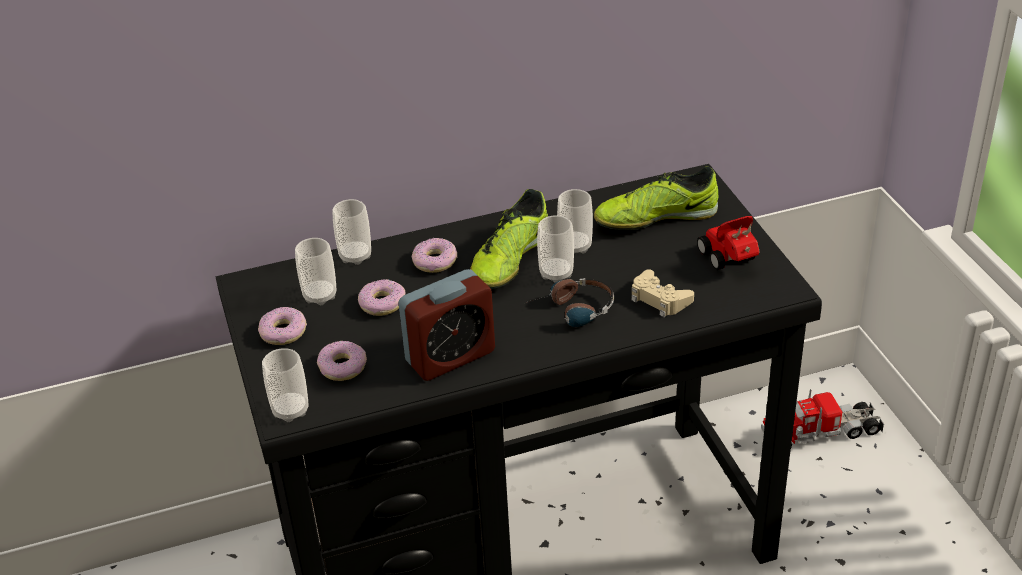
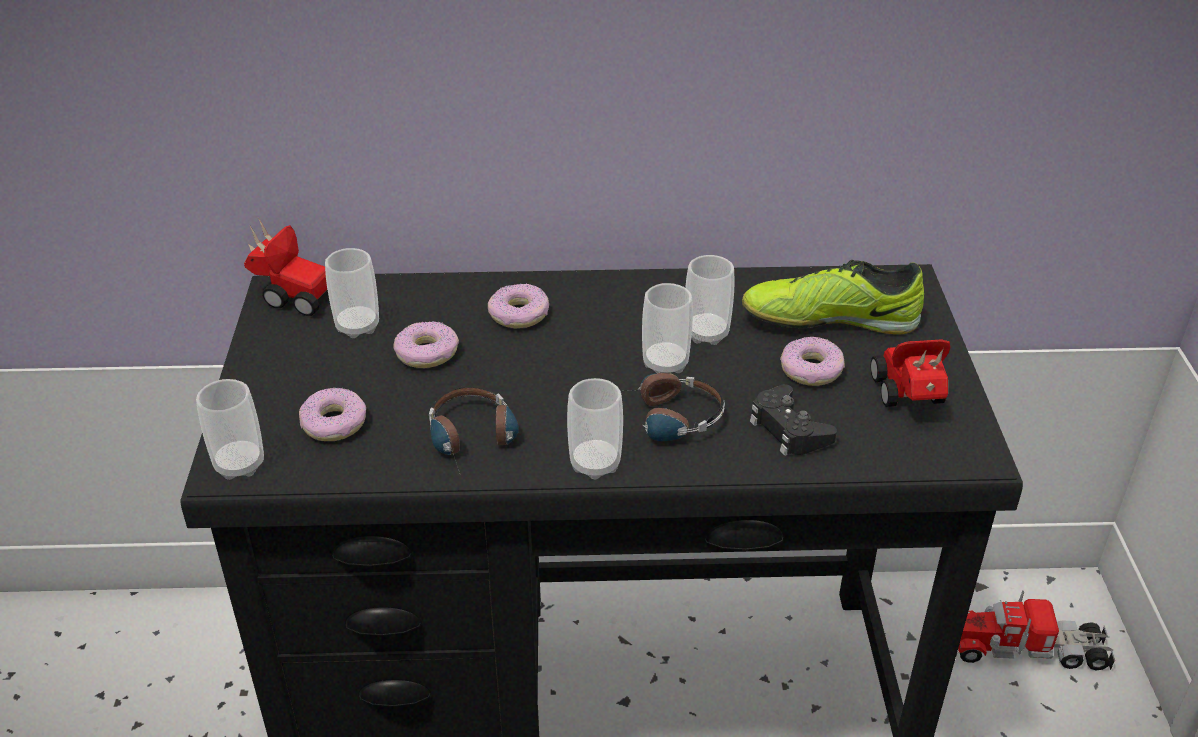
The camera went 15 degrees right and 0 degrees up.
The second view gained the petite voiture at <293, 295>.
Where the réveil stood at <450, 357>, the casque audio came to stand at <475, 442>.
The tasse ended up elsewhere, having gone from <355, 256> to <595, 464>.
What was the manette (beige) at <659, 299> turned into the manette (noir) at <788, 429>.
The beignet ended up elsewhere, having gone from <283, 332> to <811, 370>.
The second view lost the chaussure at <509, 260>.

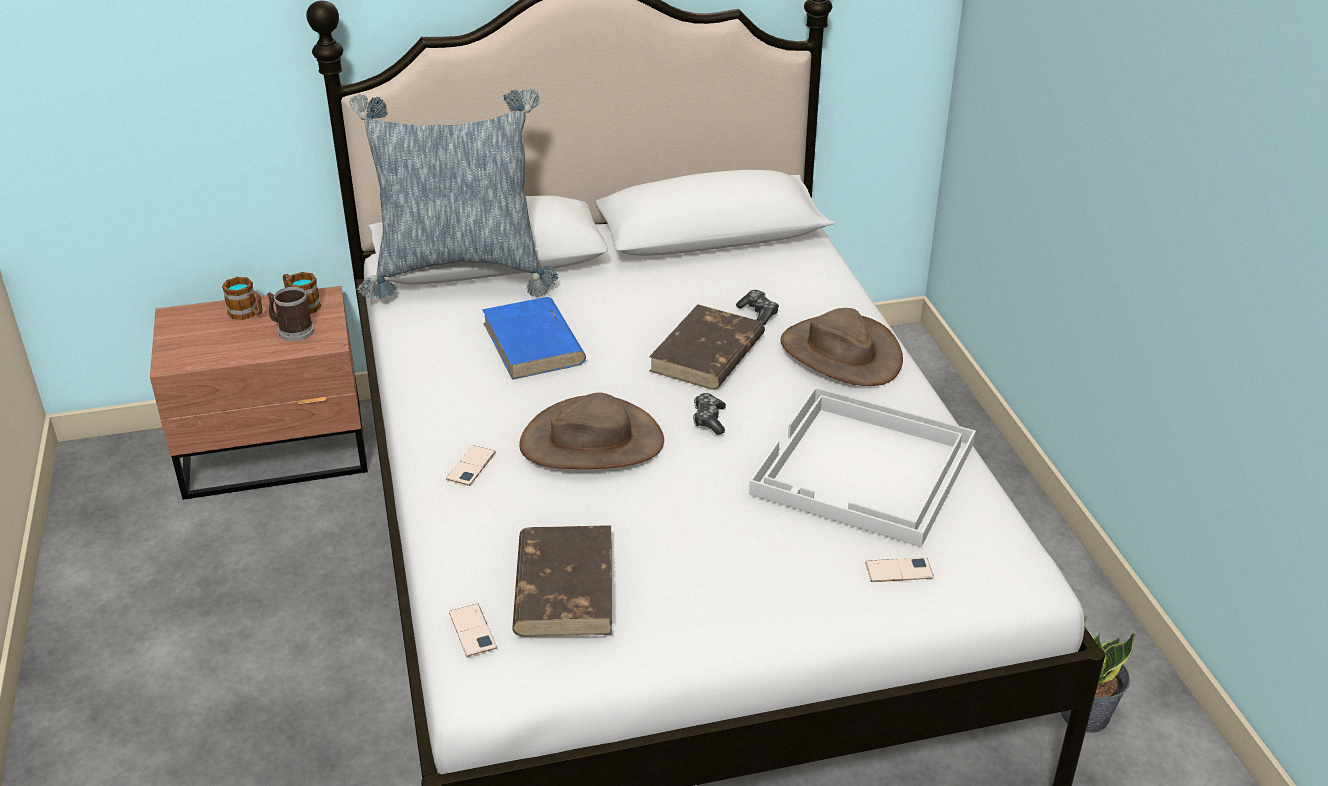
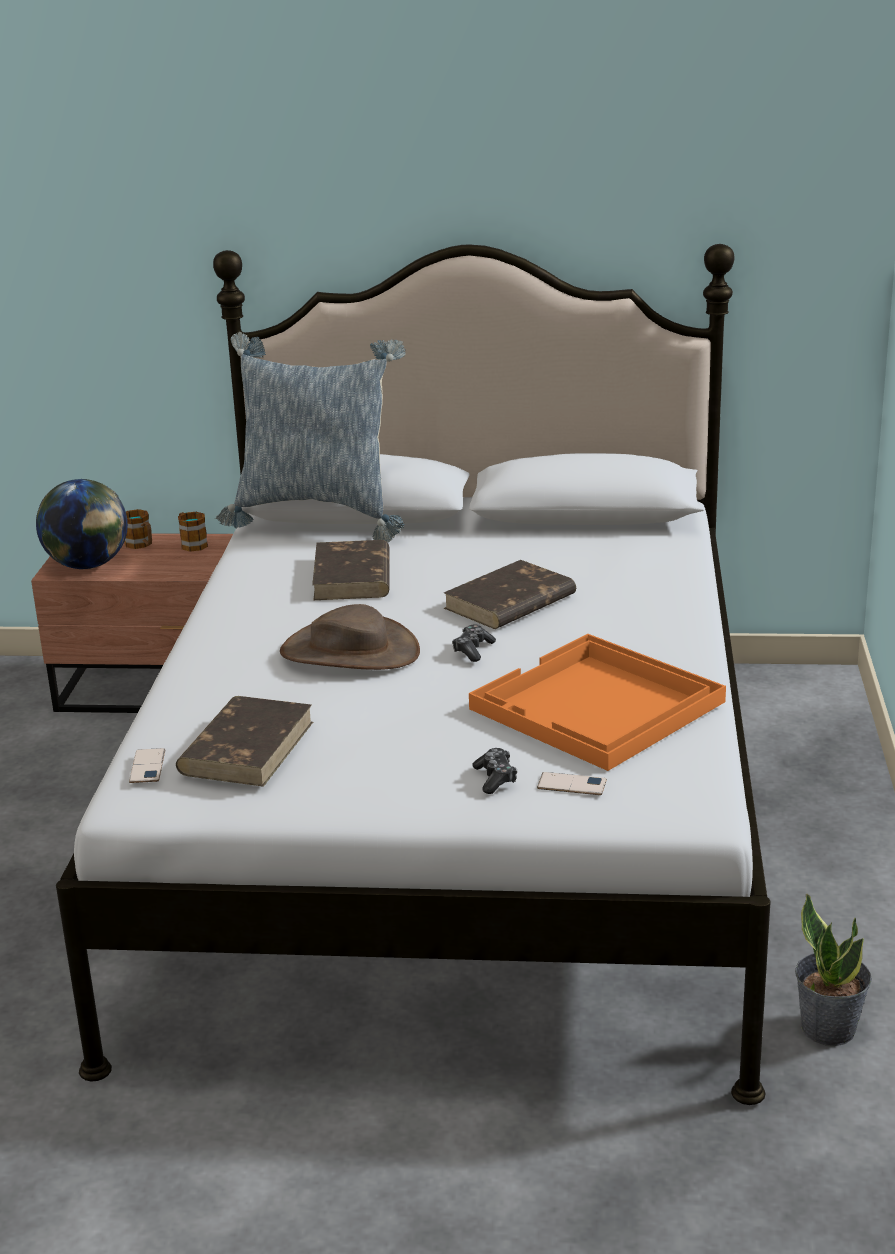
The camera went 20 degrees right and 10 degrees down.
The second view gained the globe at <88, 566>.
What was the livre (bleu) at <534, 344> turned into the livre (marron) at <352, 577>.
What was the plateau (blanc) at <865, 470> turned into the plateau (orange) at <597, 707>.
The manette ended up elsewhere, having gone from <758, 313> to <495, 778>.
The second view lost the mug at <292, 330>.
The second view lost the téléphone at <471, 466>.
The second view lost the chapeau (marron) at <840, 353>.

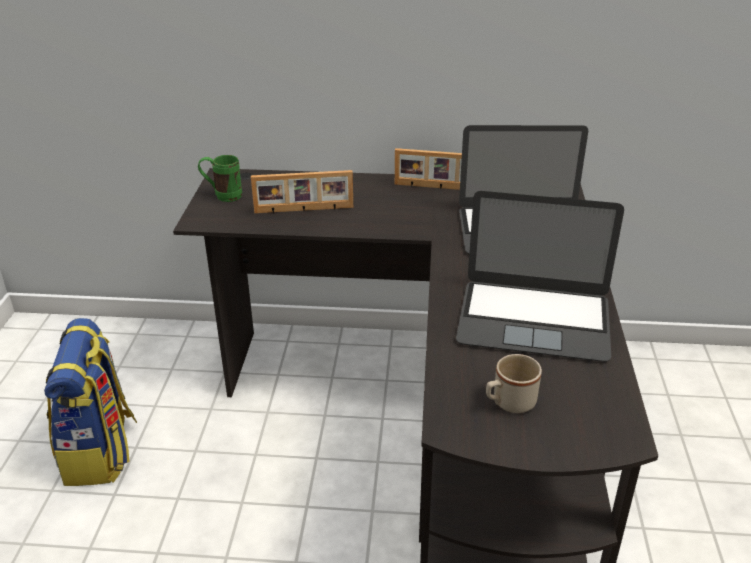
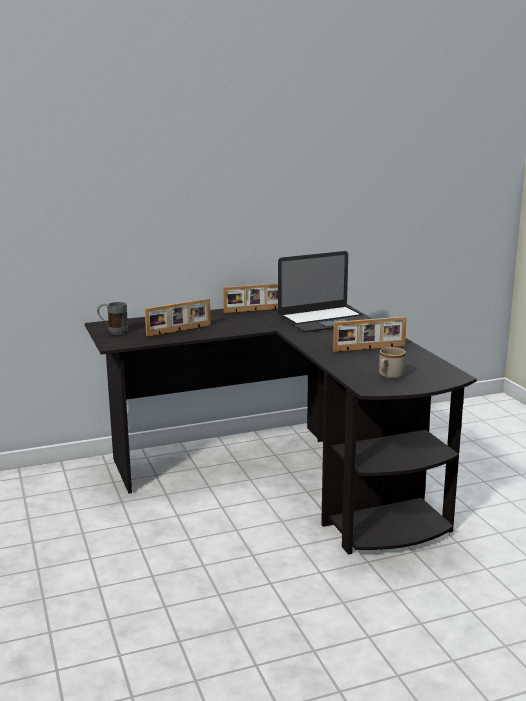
The camera went 25 degrees left and 15 degrees down.
What was the mug (vert) at <222, 196> turned into the mug (gris) at <113, 332>.
Where the ordinateur portable stood at <534, 319>, the cadre photo came to stand at <369, 348>.
The second view lost the sac à dos at <101, 452>.

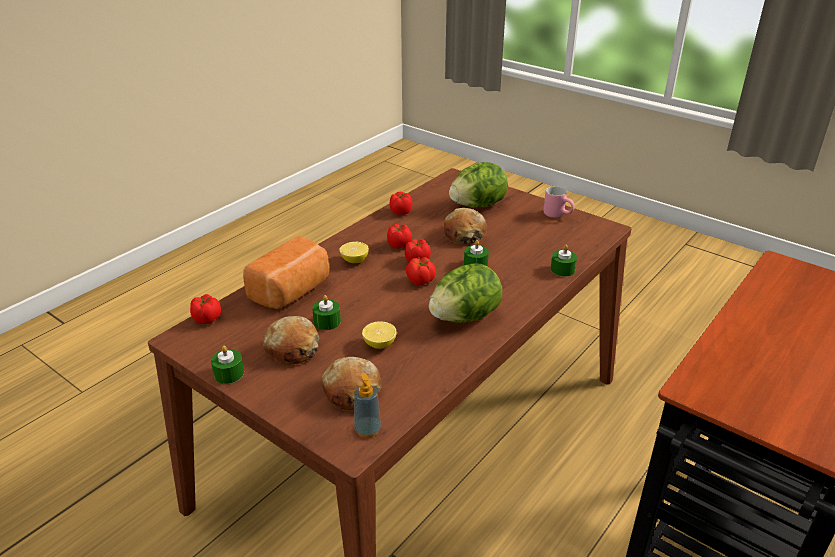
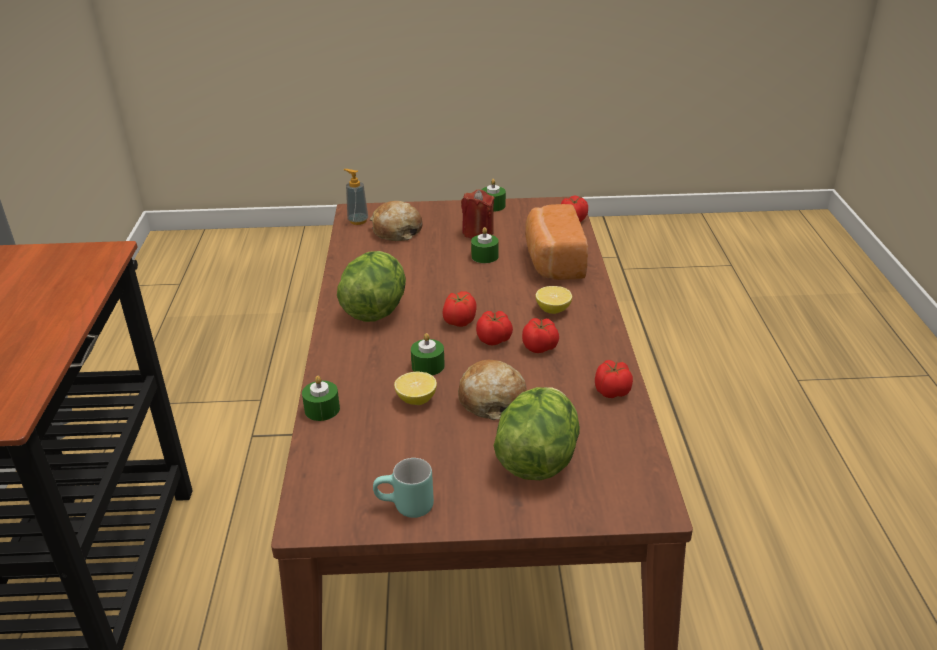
The camera went 140 degrees right and 0 degrees up.
What was the mug (rose) at <558, 215> turned into the mug (turquoise) at <405, 508>.
The citron ended up elsewhere, having gone from <379, 344> to <416, 399>.
Where the pain stood at <292, 349>, the bougie (rouge) came to stand at <478, 232>.

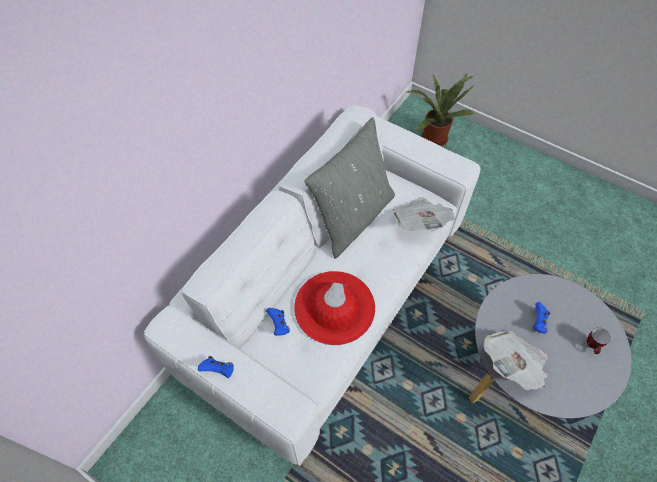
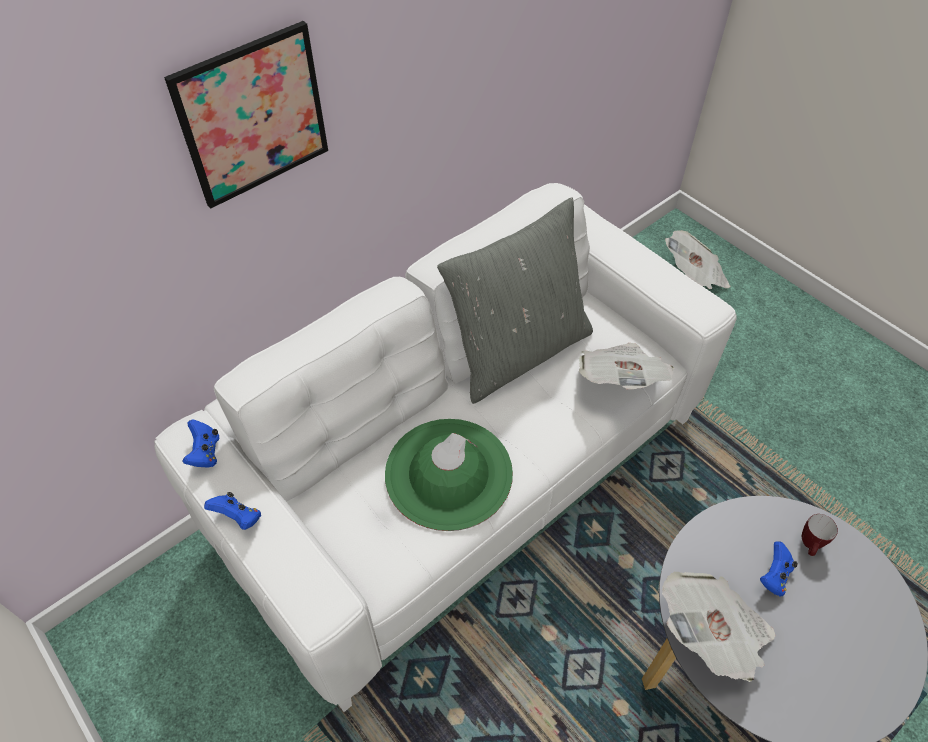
The camera went 15 degrees right and 5 degrees down.
The second view gained the tableau at <253, 116>.
The manette (bleu) ended up elsewhere, having gone from <279, 325> to <205, 452>.
What was the chapeau (rouge) at <334, 307> turned into the chapeau (vert) at <448, 473>.
Where the plante en pot stood at <433, 137>, the journal came to stand at <694, 275>.
The mug ended up elsewhere, having gone from <592, 346> to <809, 546>.

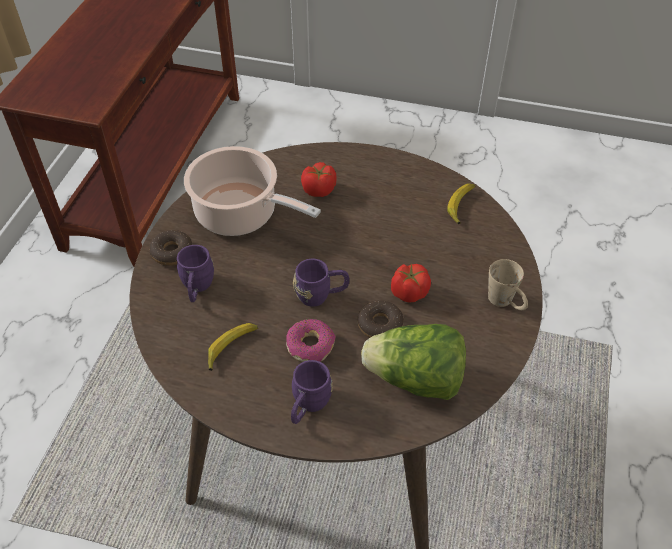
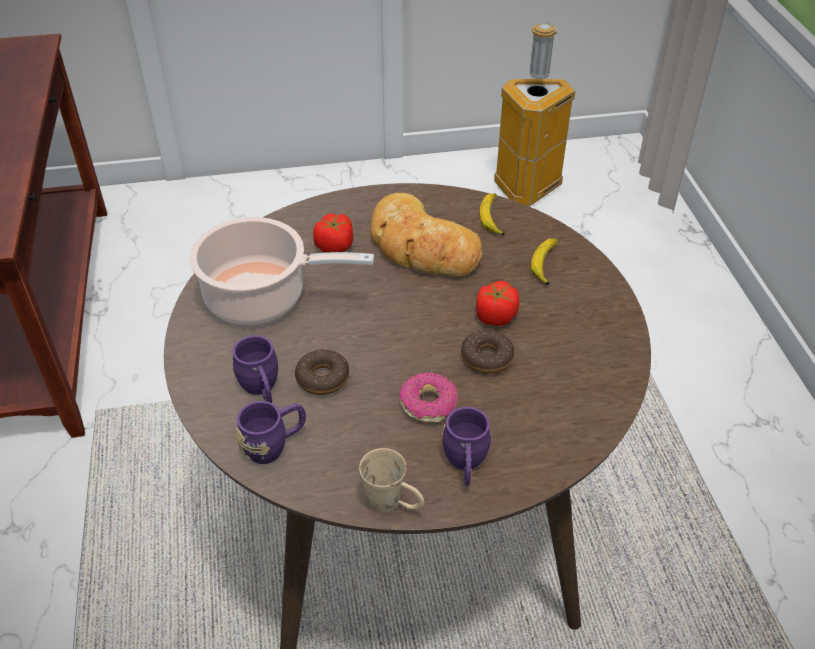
The camera went 25 degrees left and 5 degrees down.
The mug (violet) ended up elsewhere, having gone from <321, 295> to <274, 445>.
The beignet ended up elsewhere, having gone from <172, 252> to <322, 378>.
The mug (beige) ended up elsewhere, having gone from <506, 302> to <394, 504>.
The second view gained the pain at <421, 246>.
The second view gained the poubelle at <528, 189>.
The banane ended up elsewhere, having gone from <231, 347> to <546, 264>.
The second view lost the laitue at <415, 379>.

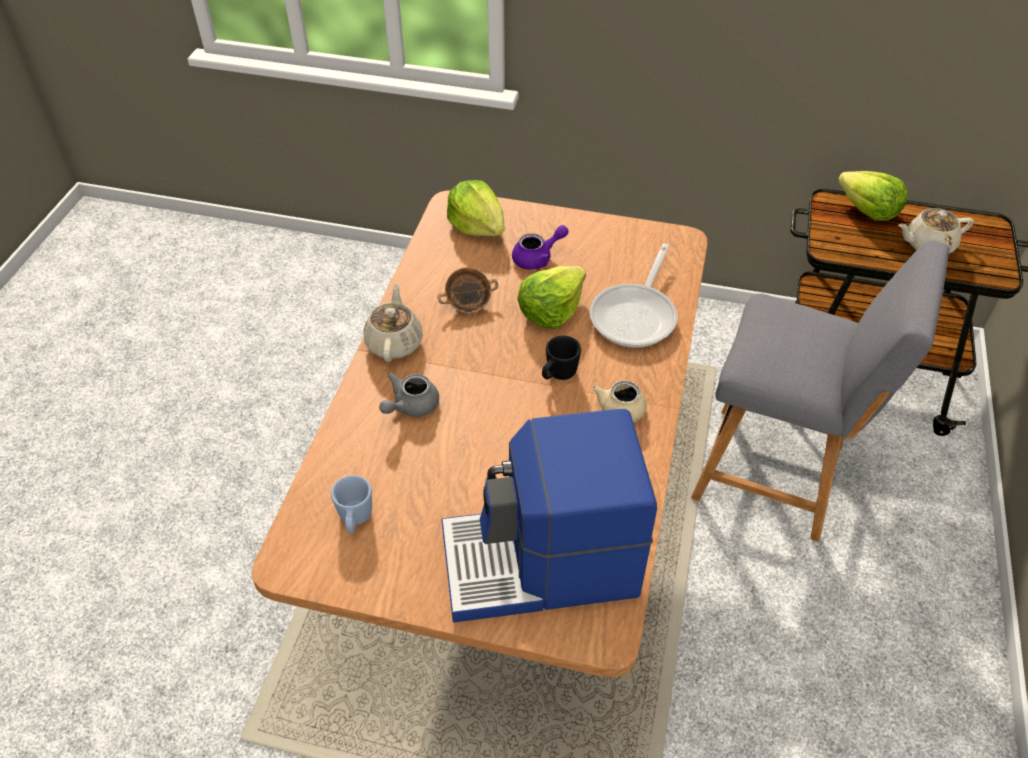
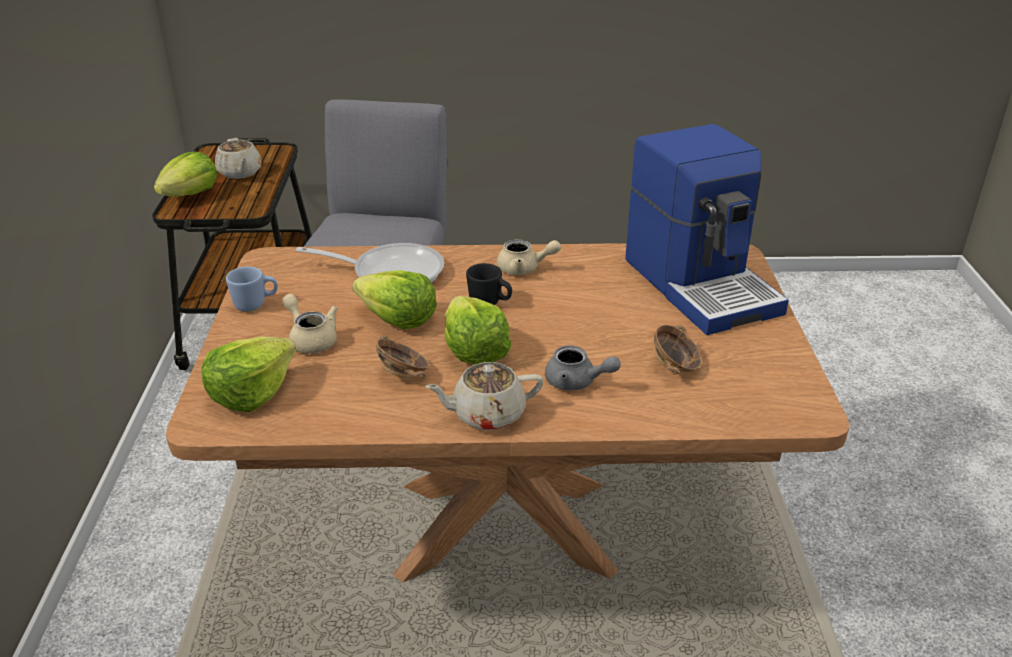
The camera went 105 degrees left and 15 degrees down.
The mug (bleu) ended up elsewhere, having gone from <355, 519> to <255, 304>.
What was the théière (violet) at <538, 258> turned into the théière (beige) at <311, 339>.
The second view gained the laitue at <474, 350>.
The second view gained the bol at <675, 366>.

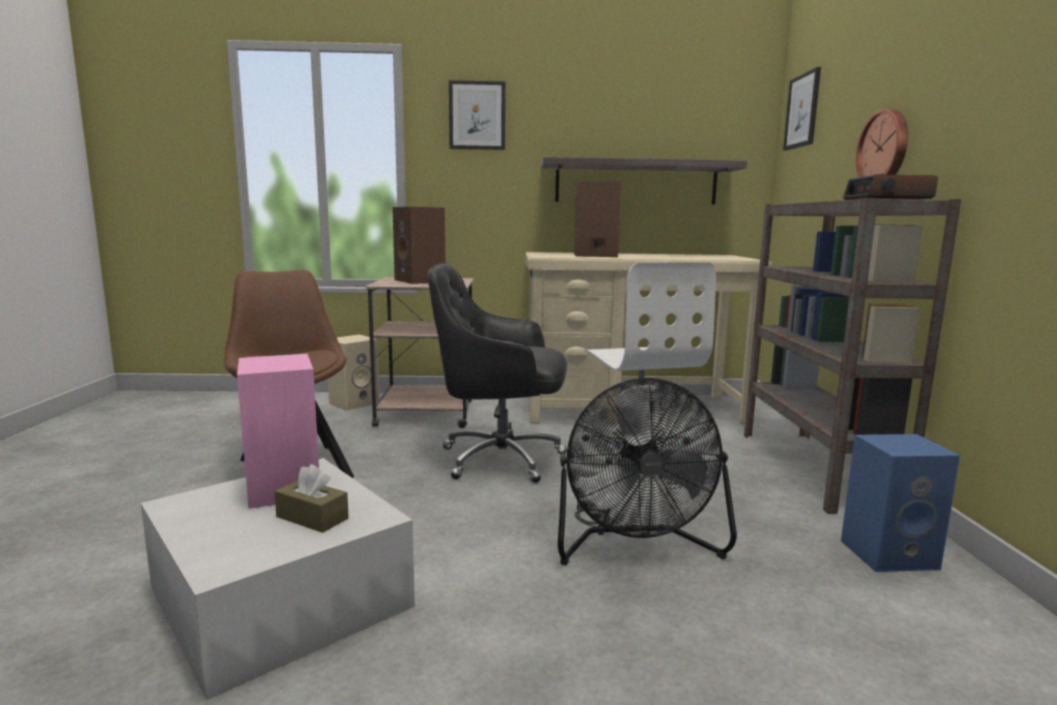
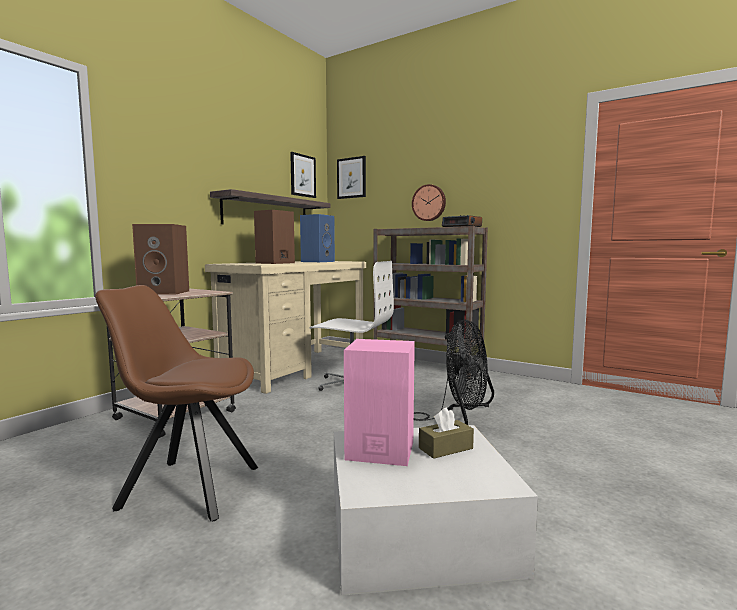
The camera went 55 degrees left and 5 degrees down.
The tableau ended up elsewhere, having gone from <477, 115> to <302, 175>.
The enceinte (bleu) ended up elsewhere, having gone from <889, 553> to <317, 261>.
The second view lost the enceinte (beige) at <355, 403>.
The second view lost the chaise de bureau (noir) at <501, 458>.

